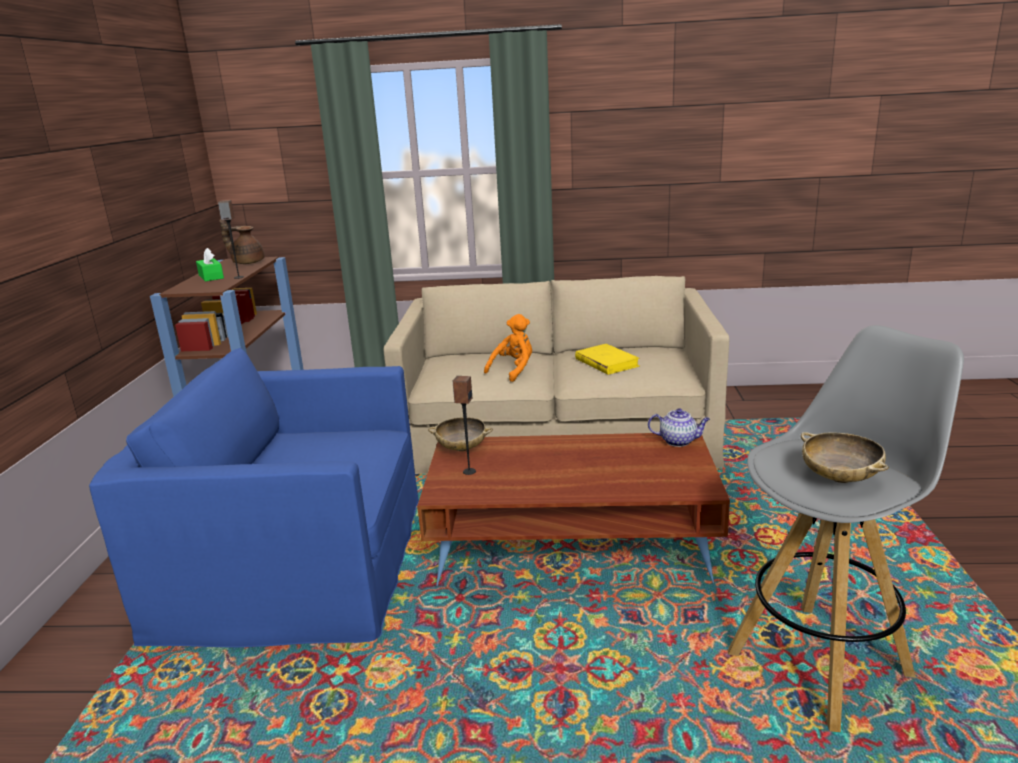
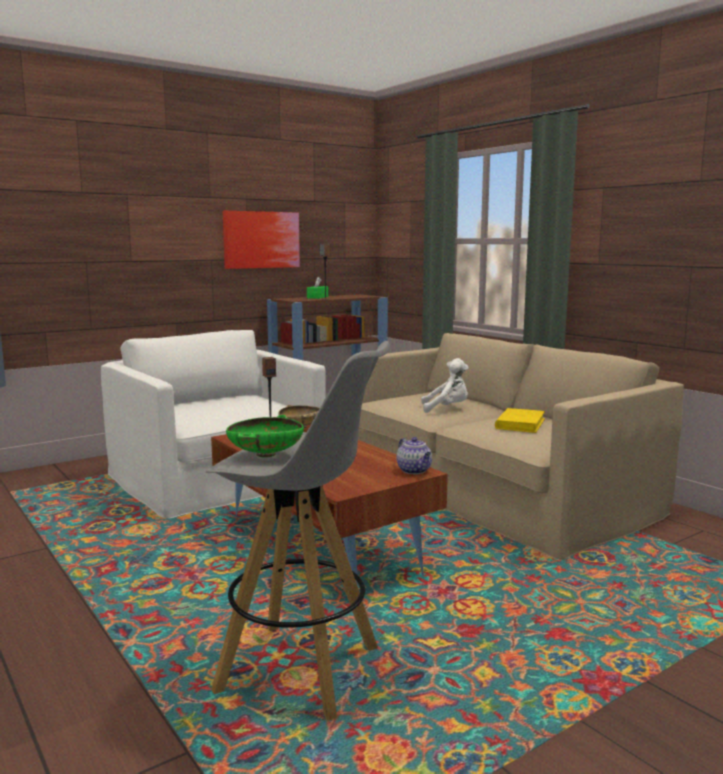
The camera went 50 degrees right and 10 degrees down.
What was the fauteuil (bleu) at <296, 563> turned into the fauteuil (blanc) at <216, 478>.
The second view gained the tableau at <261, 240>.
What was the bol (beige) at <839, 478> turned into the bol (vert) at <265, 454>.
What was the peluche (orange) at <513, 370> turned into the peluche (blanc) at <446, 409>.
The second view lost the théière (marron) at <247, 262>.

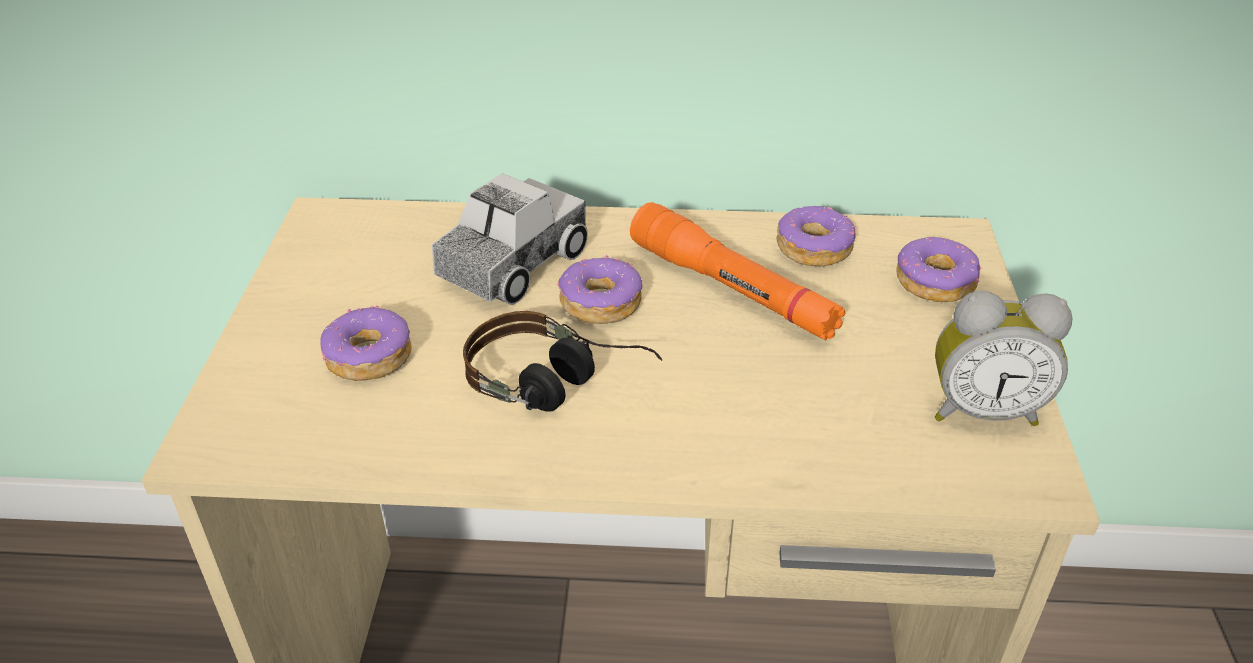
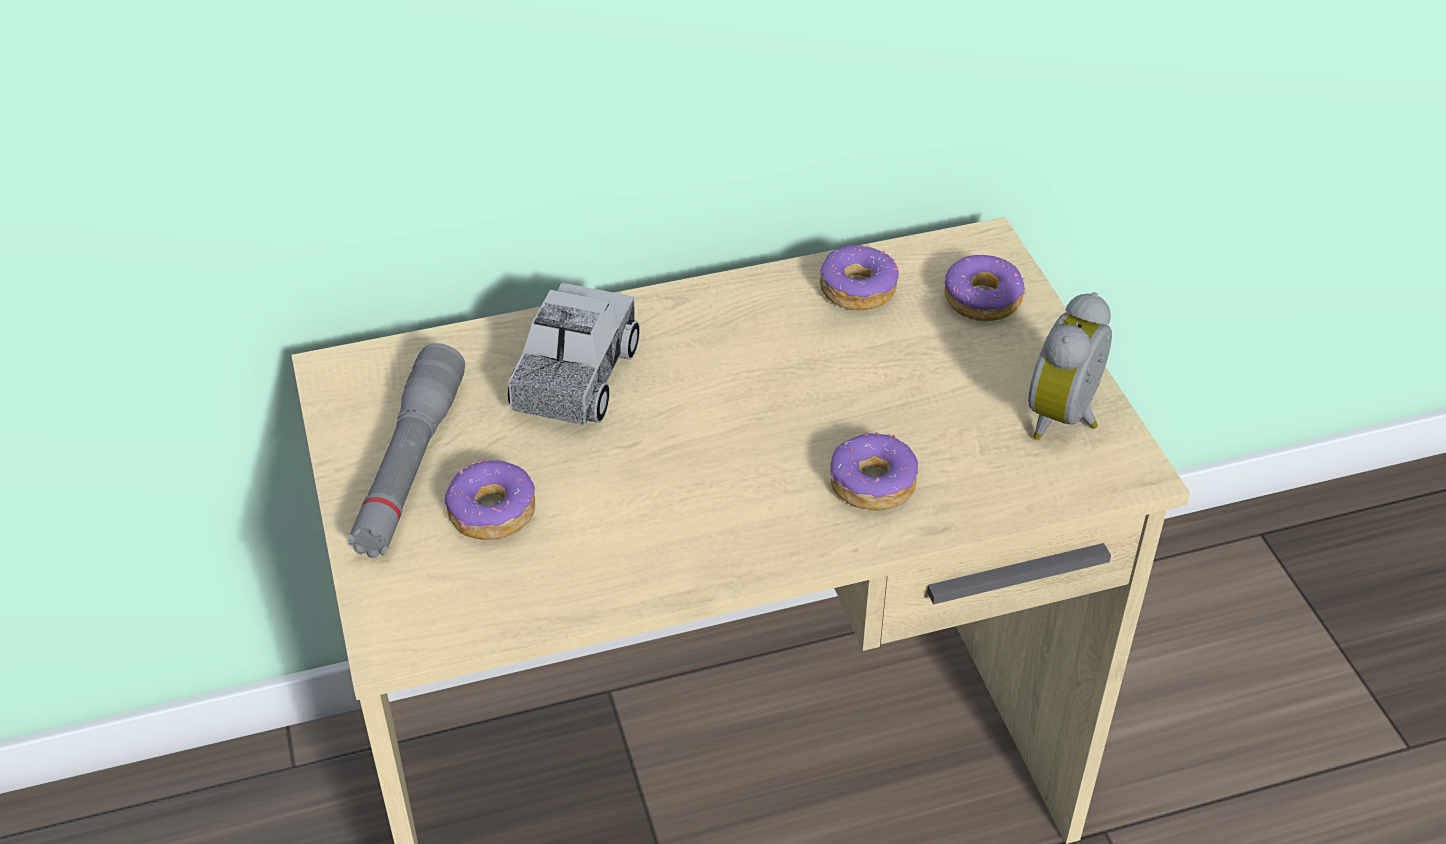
The camera went 20 degrees left and 5 degrees up.
The second view gained the lampe de poche (gris) at <410, 466>.
The beignet ended up elsewhere, having gone from <600, 303> to <871, 483>.
The réveil at <982, 410> ended up facing another way, 135 degrees clockwise from before.
The second view lost the casque audio at <560, 386>.
The second view lost the lampe de poche (orange) at <732, 289>.

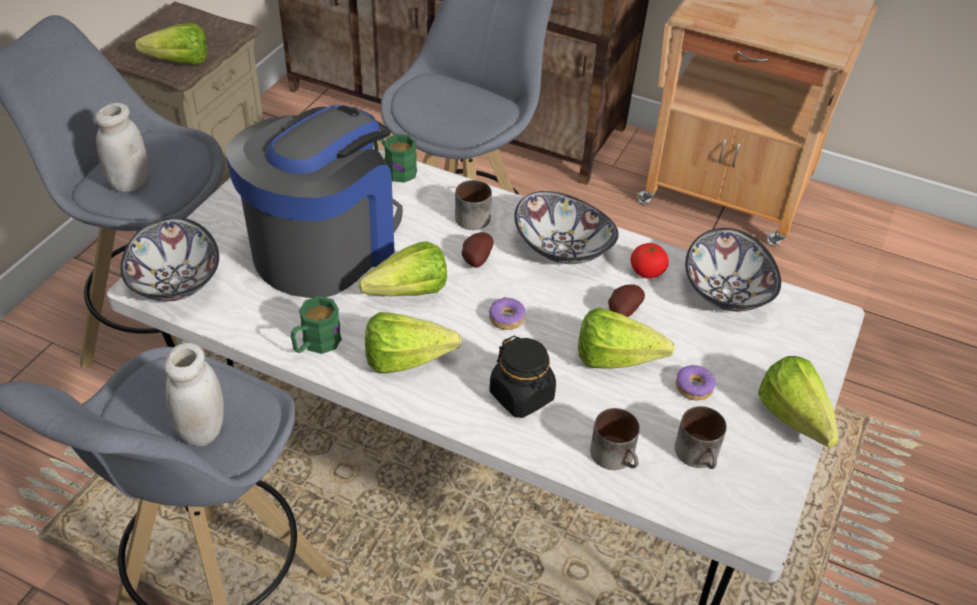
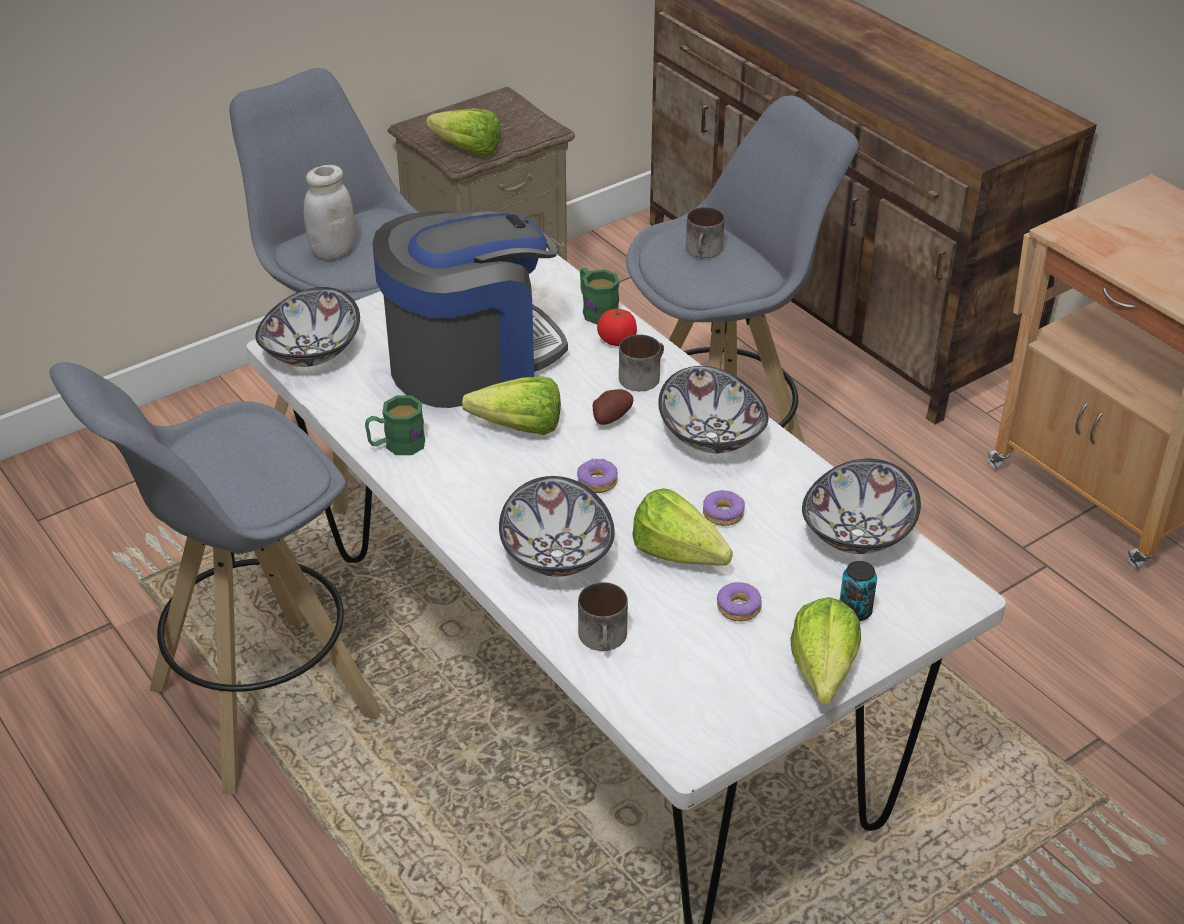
The camera went 30 degrees right and 5 degrees down.
Where the bocal (noir) stood at <522, 396>, the bol came to stand at <555, 554>.
The tomate ended up elsewhere, having gone from <647, 272> to <617, 340>.
The mug ended up elsewhere, having gone from <700, 455> to <704, 251>.
Where the pomme de terre stood at <622, 311>, the beignet came to stand at <723, 514>.
The second view gained the boîte métallique at <855, 611>.
The second view lost the bocal (blanc) at <202, 430>.
The second view lost the laitue at <414, 361>.

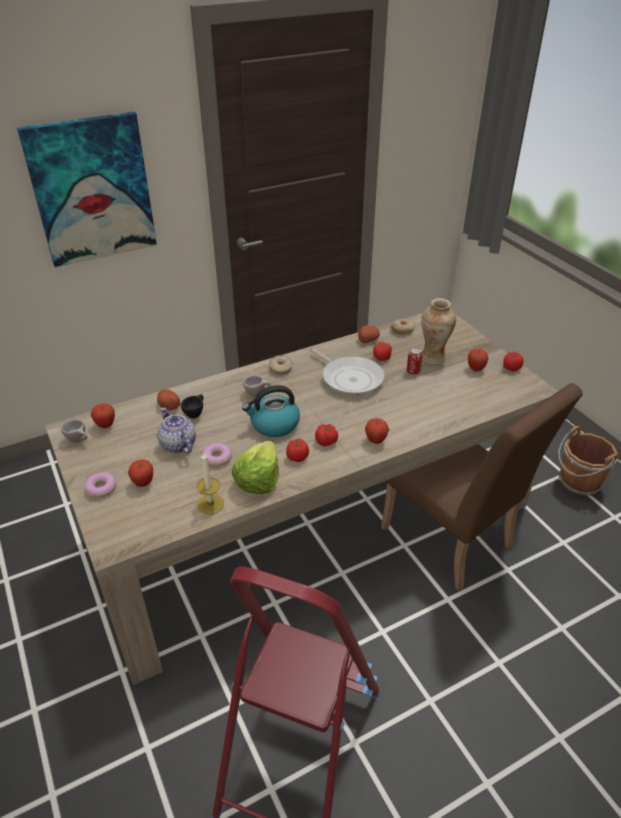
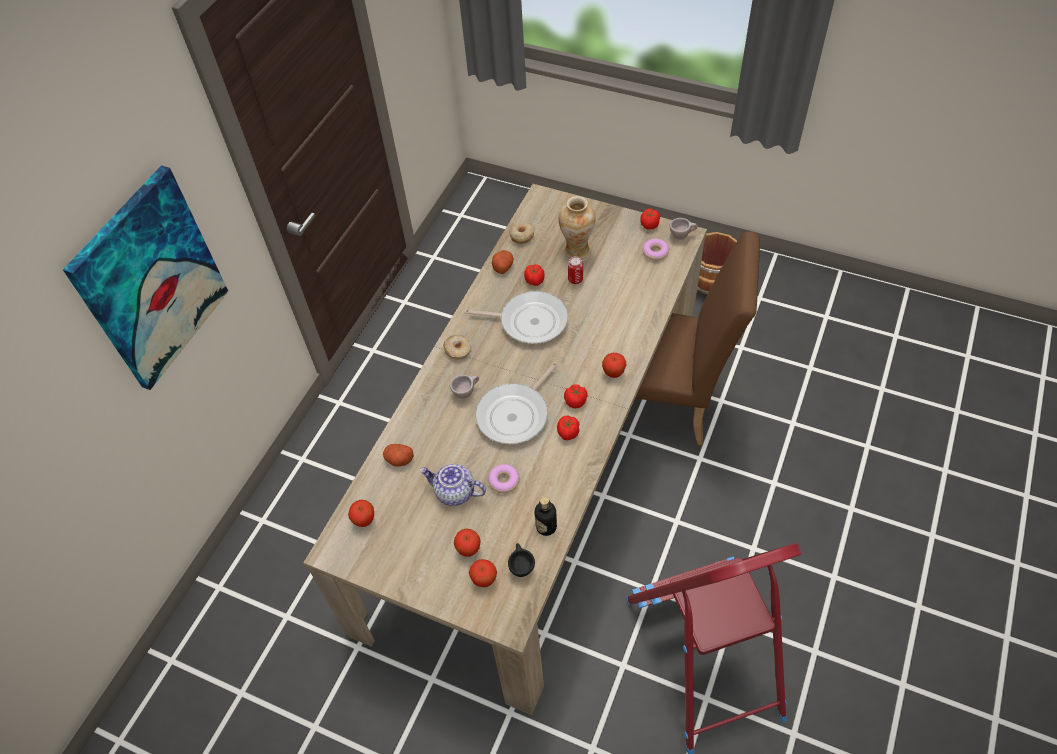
The camera went 35 degrees left and 15 degrees up.
The pomme ended up elsewhere, having gone from <475, 369> to <484, 580>.
Where the bouilloire stood at <274, 425>, the poêle came to stand at <515, 414>.
The tasse (noir) ended up elsewhere, having gone from <195, 414> to <521, 566>.
Where the bougie stood at <210, 504>, the bouteille came to stand at <546, 526>.
The beignet ended up elsewhere, having gone from <101, 488> to <655, 252>.
The tasse (beige) ended up elsewhere, having gone from <79, 440> to <682, 235>.
The second view lost the laitue at <258, 479>.

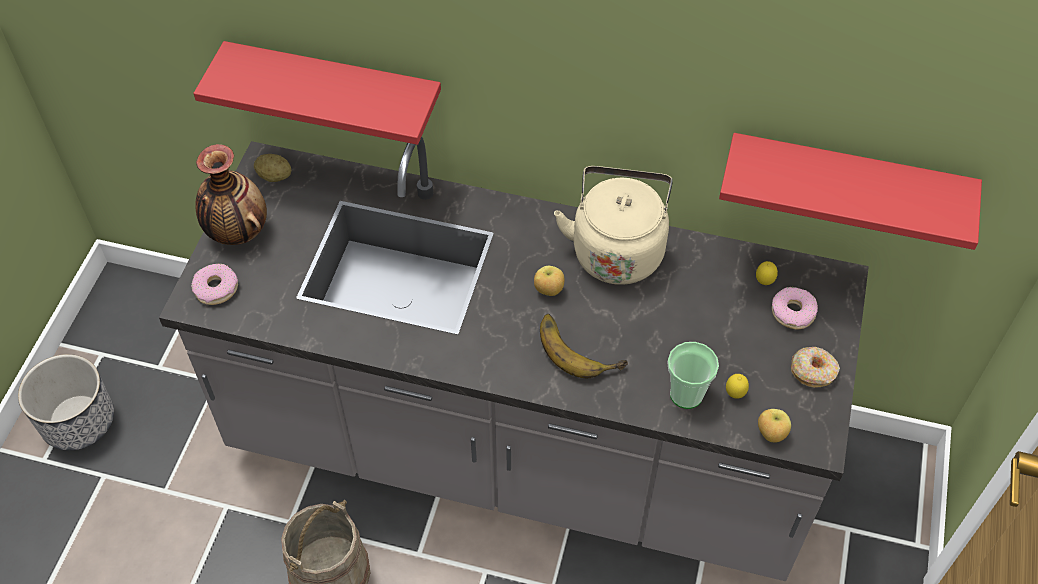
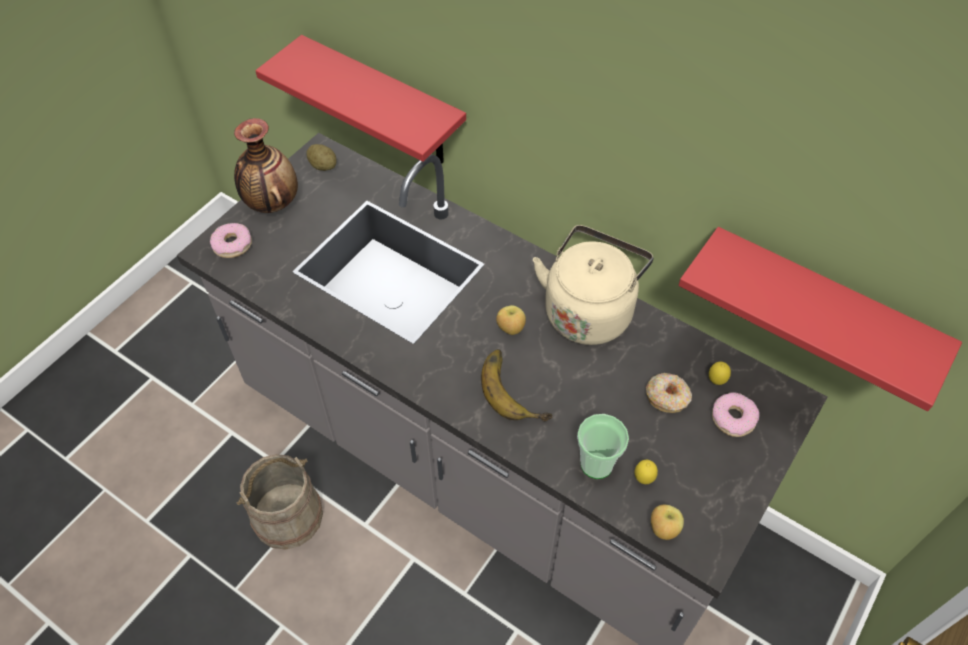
The camera went 20 degrees right and 0 degrees up.
The beignet ended up elsewhere, having gone from <813, 371> to <667, 397>.
The second view lost the cache-pot at <79, 421>.

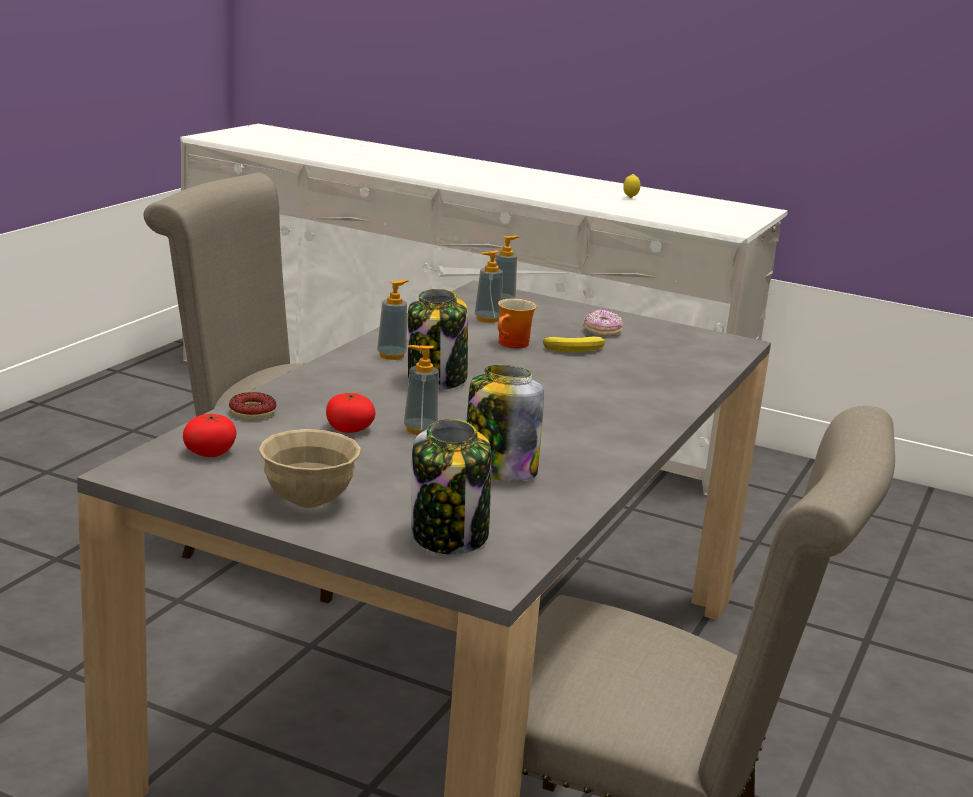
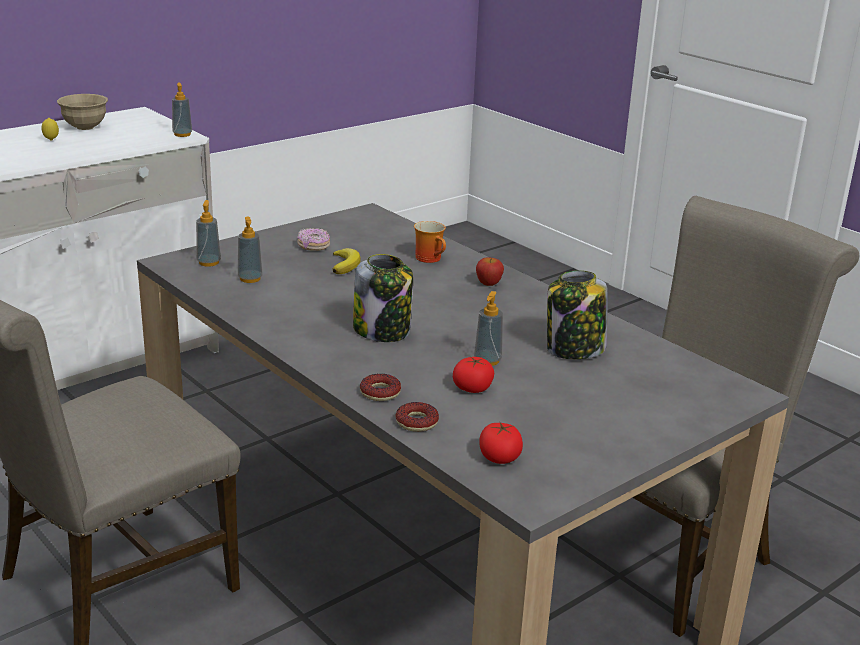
The camera went 65 degrees left and 5 degrees up.
The bol (beige) ended up elsewhere, having gone from <308, 500> to <85, 127>.
The distributeur de savon ended up elsewhere, having gone from <391, 355> to <182, 134>.
The second view gained the beignet at <380, 392>.
The mug ended up elsewhere, having gone from <513, 345> to <431, 258>.
The second view gained the pomme at <488, 283>.
The second view lost the bocal at <449, 536>.

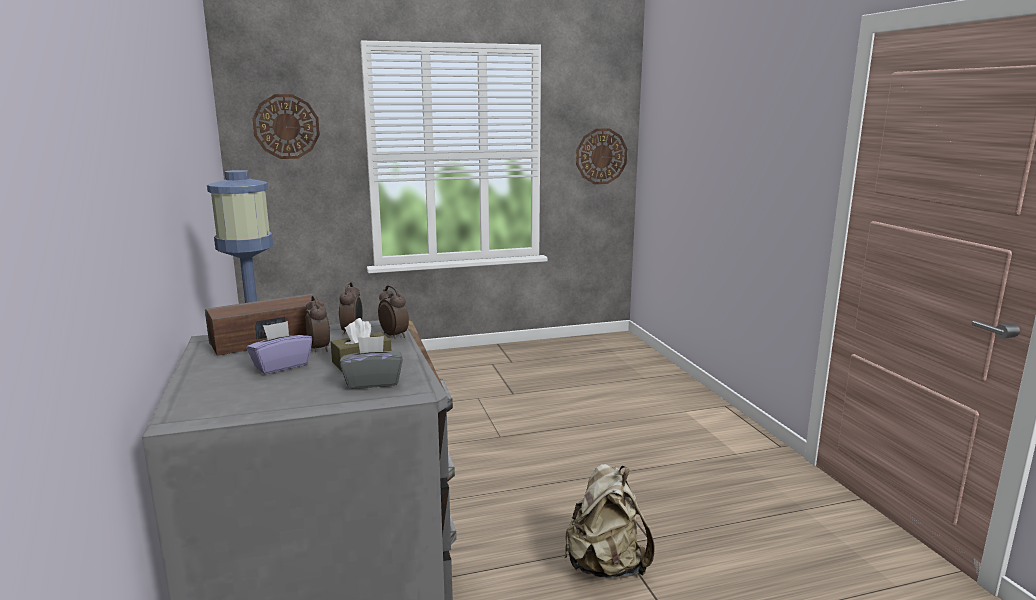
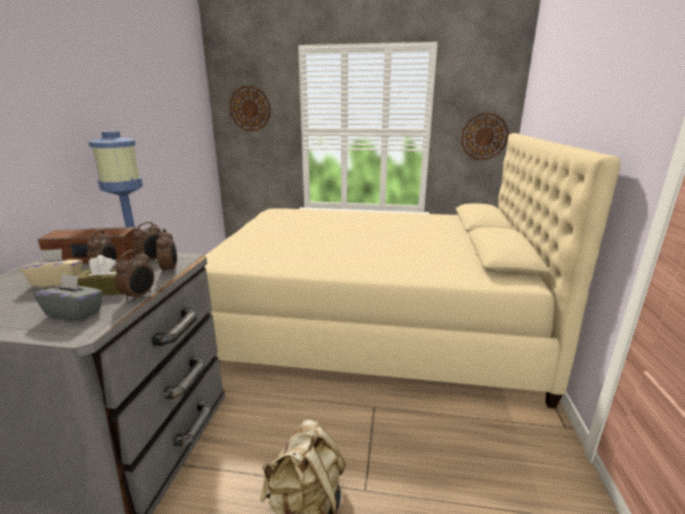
The camera went 25 degrees right and 5 degrees up.
What was the boîte à mouchoirs (violet) at <281, 366> turned into the boîte à mouchoirs (beige) at <58, 282>.
The second view gained the réveil at <140, 296>.
The second view gained the lit (beige) at <368, 321>.

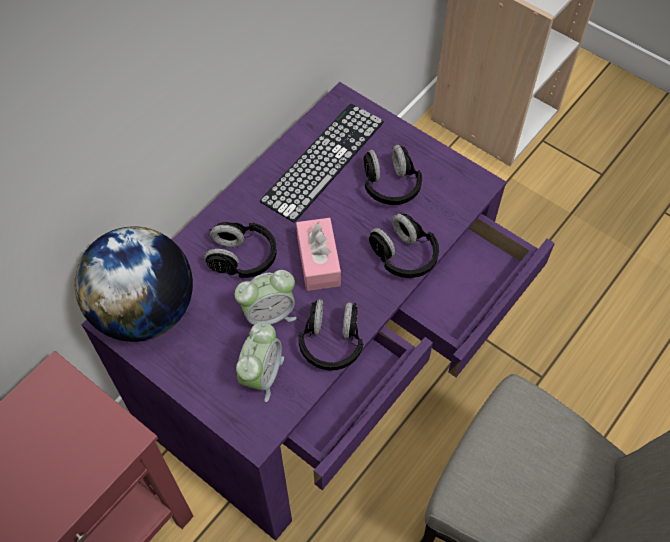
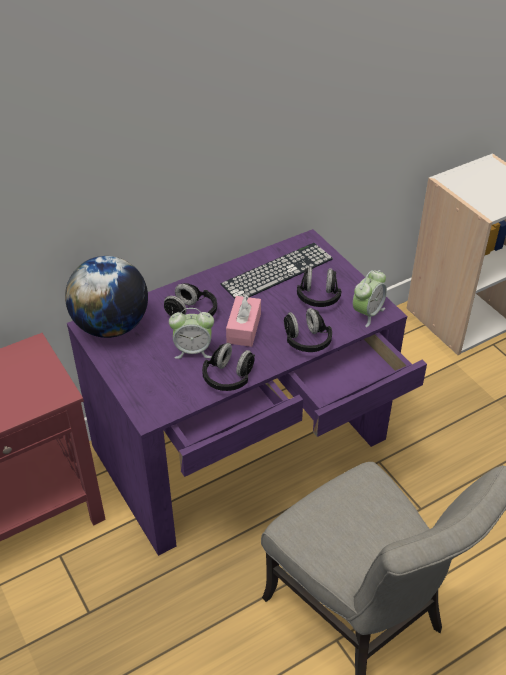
The camera went 20 degrees right and 15 degrees down.
The réveil ended up elsewhere, having gone from <262, 375> to <367, 313>.

